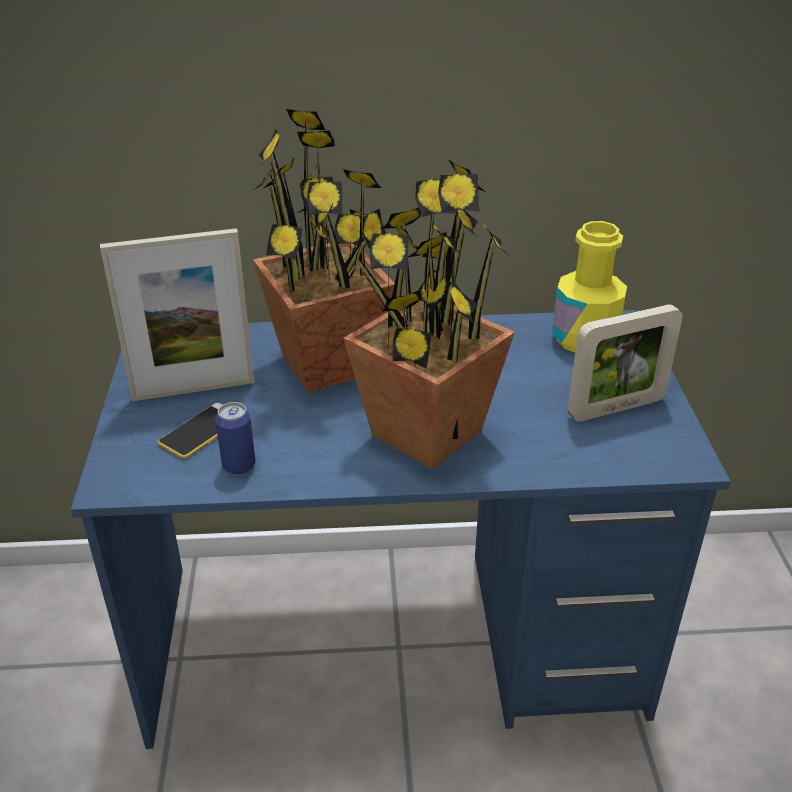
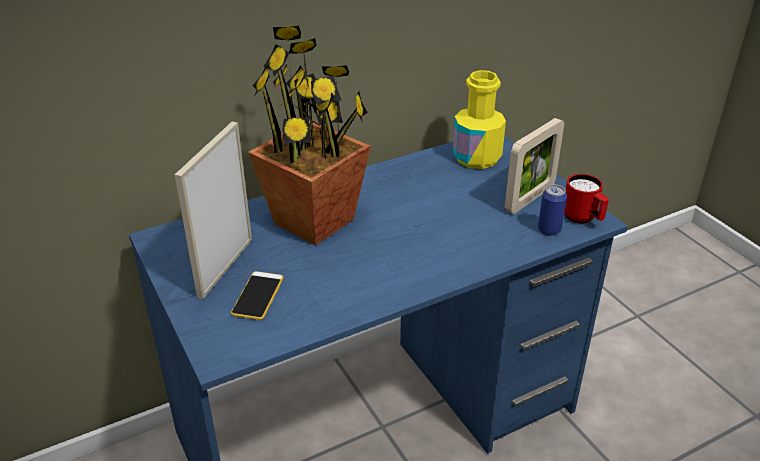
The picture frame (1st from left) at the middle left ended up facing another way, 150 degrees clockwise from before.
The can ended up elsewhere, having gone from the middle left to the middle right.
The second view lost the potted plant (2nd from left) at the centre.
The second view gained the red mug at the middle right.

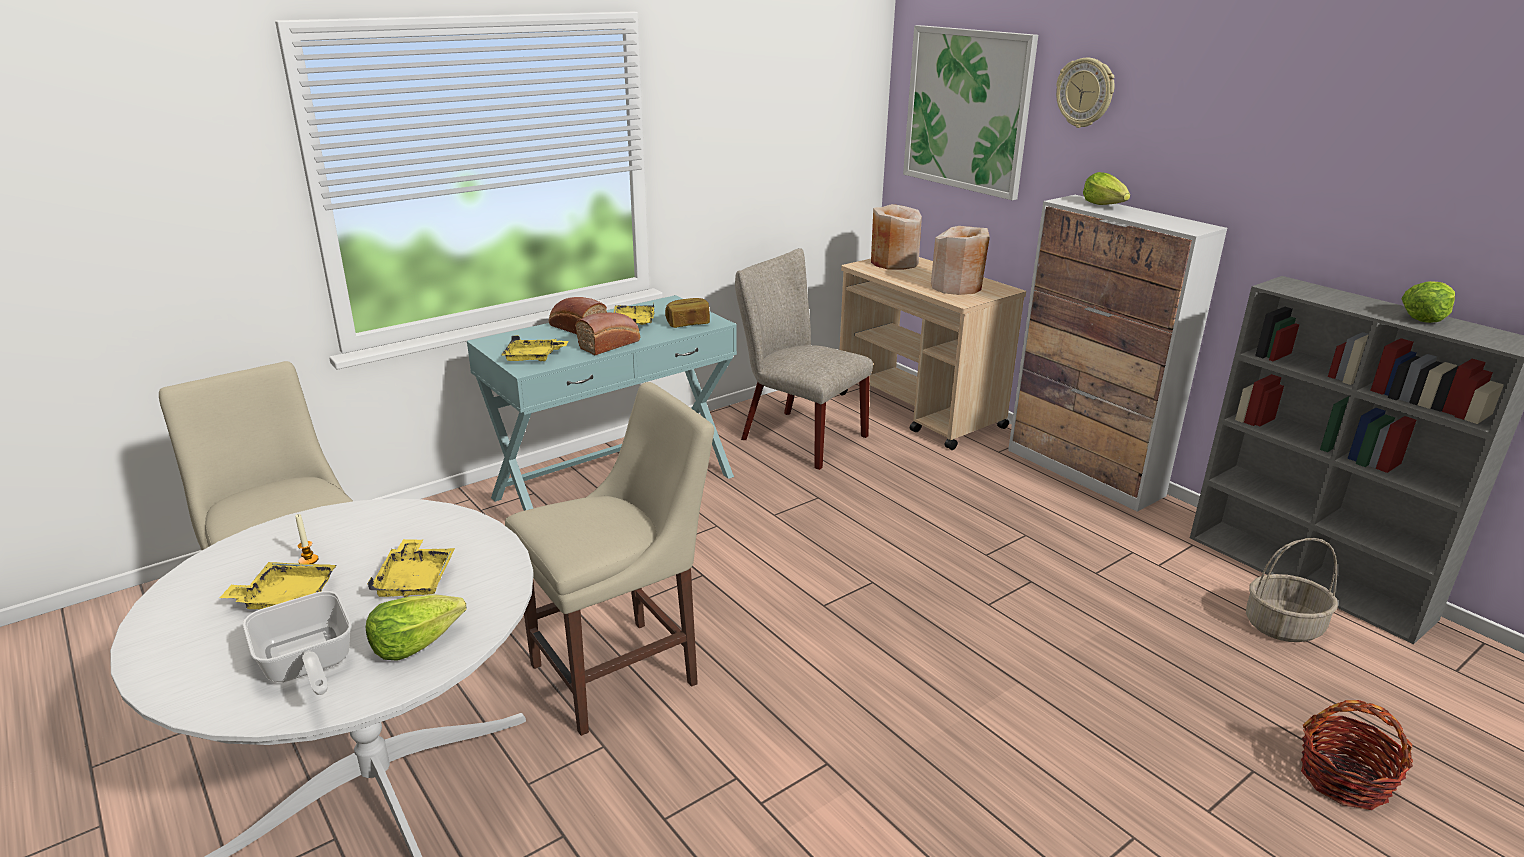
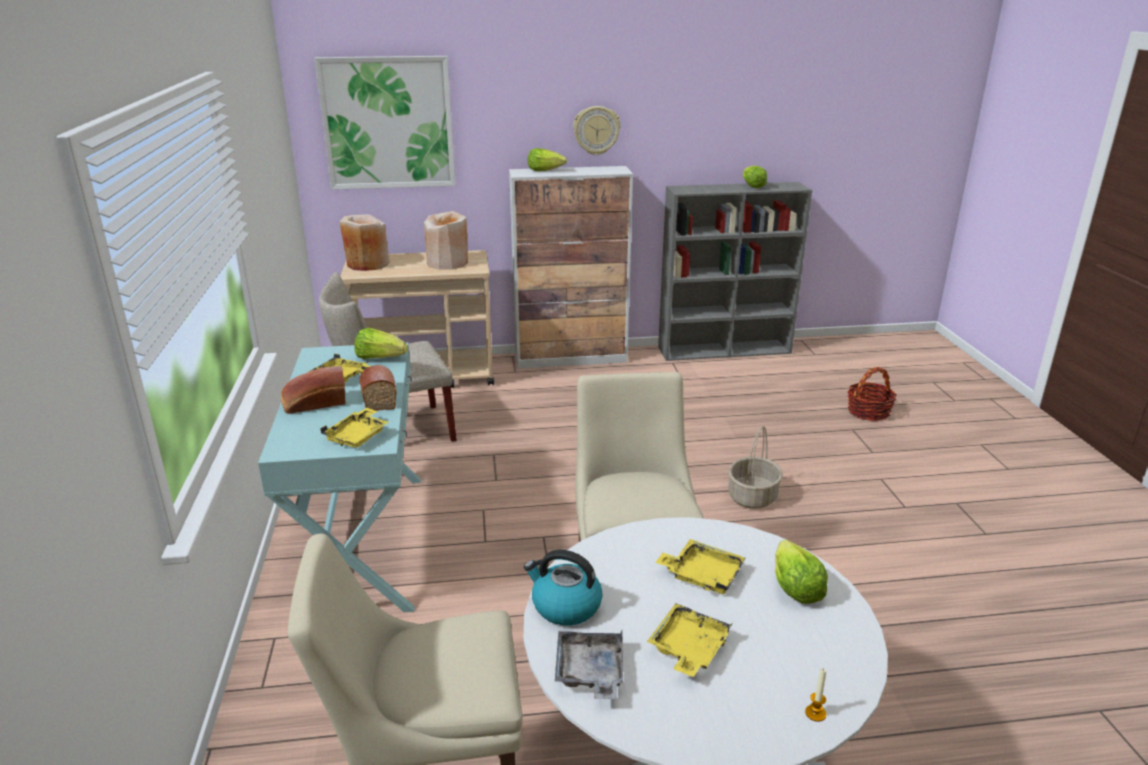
The second view lost the frying pan at the bottom left.
The candle ended up elsewhere, having gone from the middle left to the bottom right.
Where the bread (3rd from left) stood at the centre, the lettuce (1st from left) came to stand at the middle left.
The wall clock ended up elsewhere, having gone from the top right to the top centre.
The basket (1st from left) ended up elsewhere, having gone from the bottom right to the centre.
The second view gained the kettle at the bottom centre.
The second view gained the grey tray at the bottom centre.

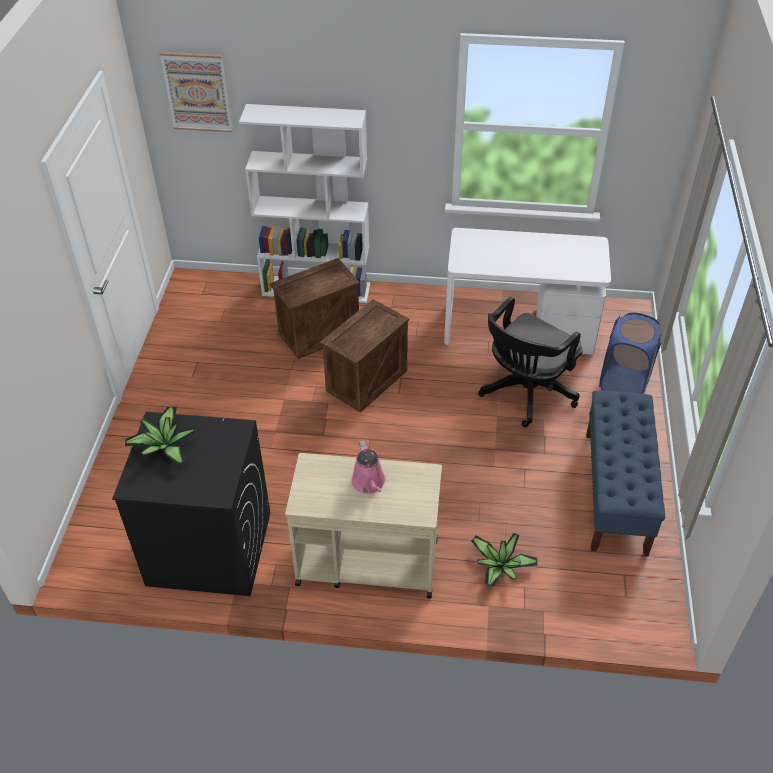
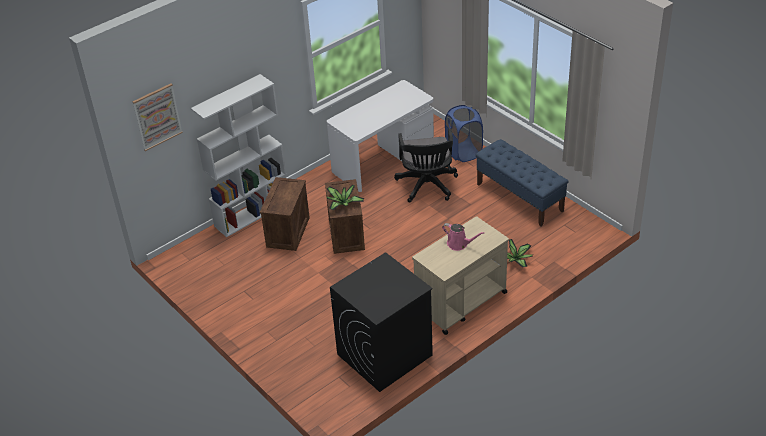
The potted plant (1st from left) ended up elsewhere, having gone from the middle left to the centre.

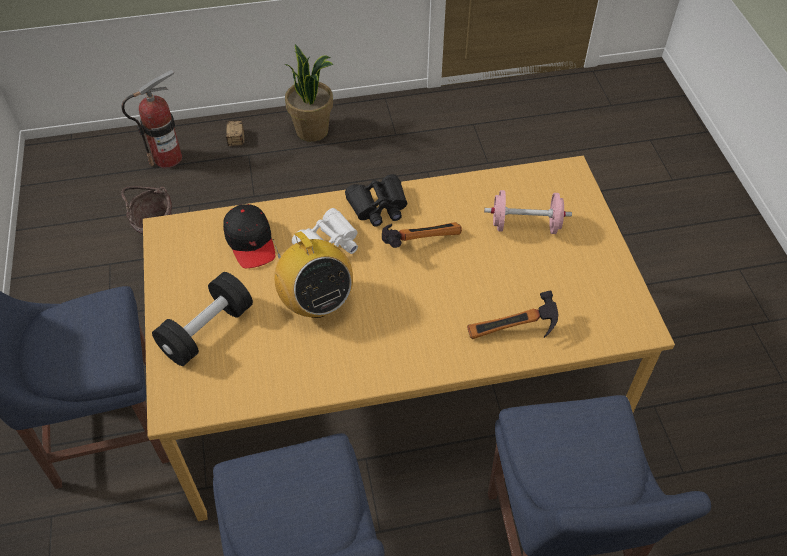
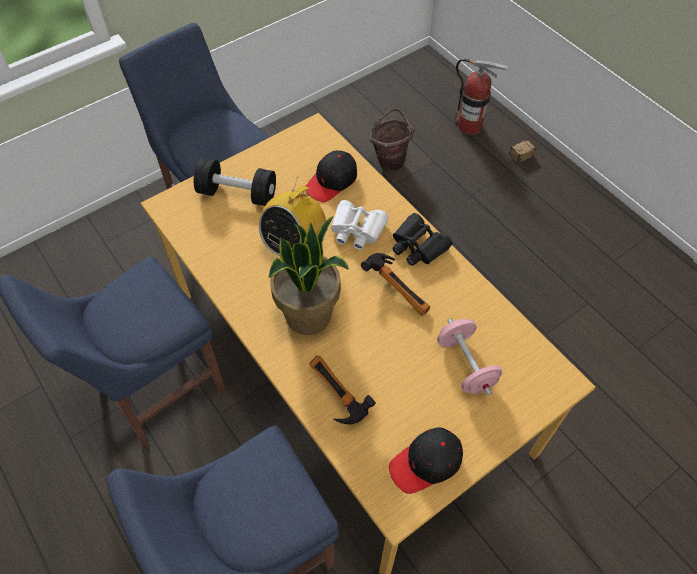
The potted plant ended up elsewhere, having gone from the top centre to the centre.
The second view gained the black cap (2nd from left) at the bottom centre.

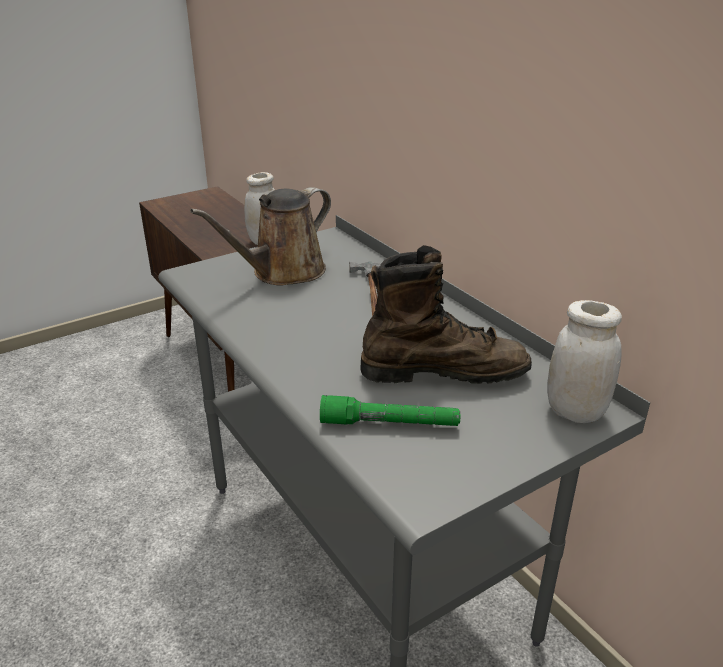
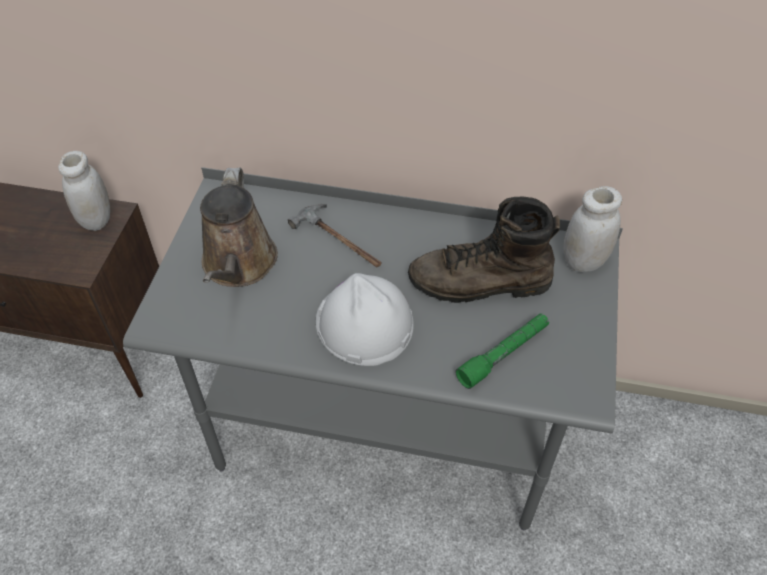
The brown boot at the centre ended up facing another way, 135 degrees counterclockwise from before.
The second view gained the white hard hat at the centre.

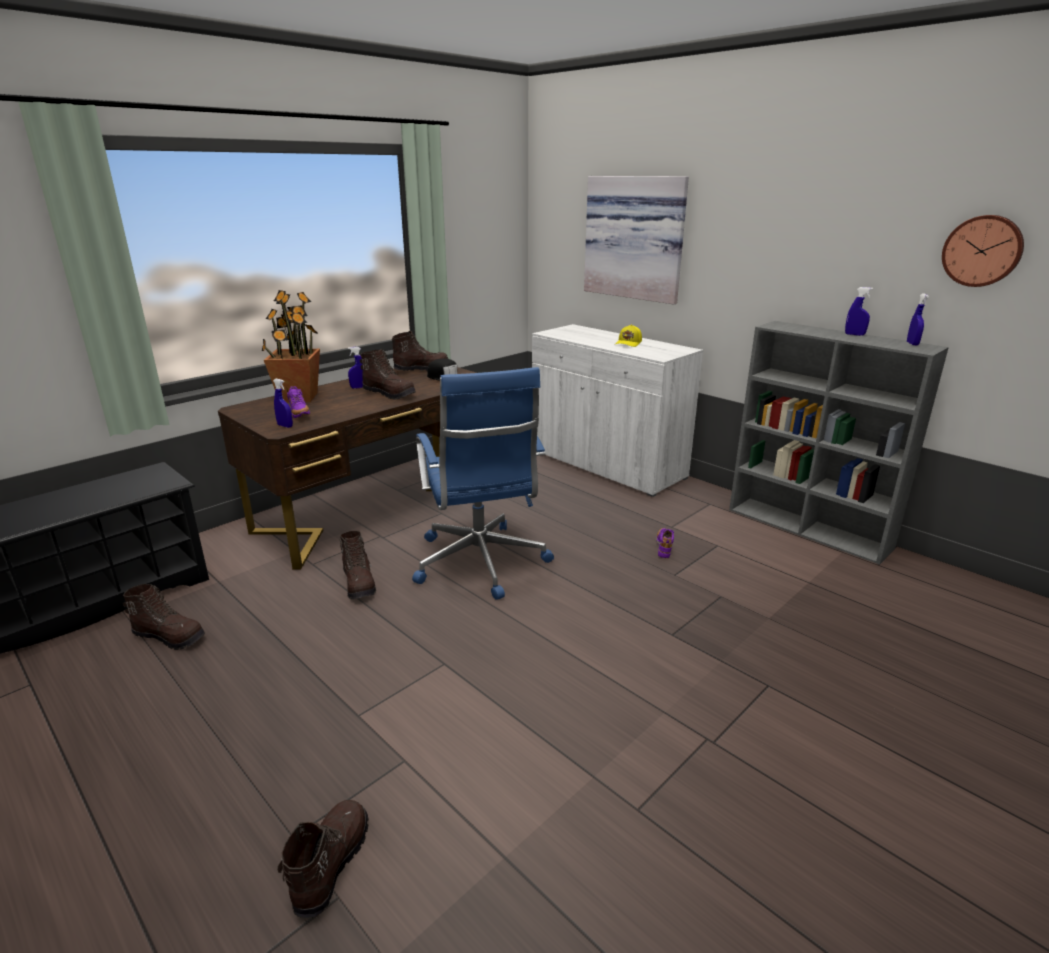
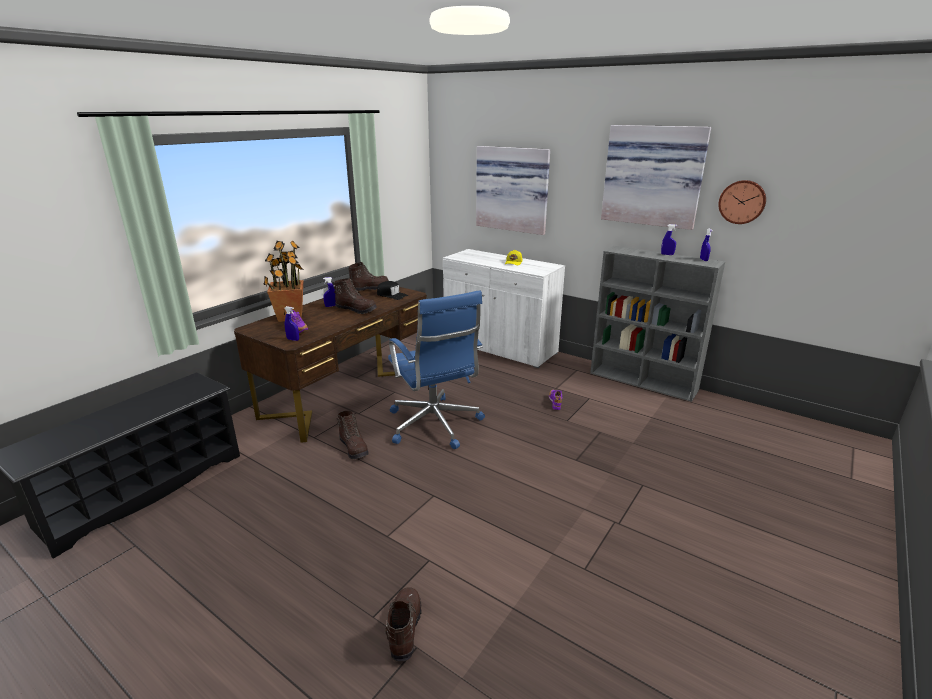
The second view lost the brown boot (1st from left) at the middle left.
The second view gained the picture (2nd from left) at the top right.

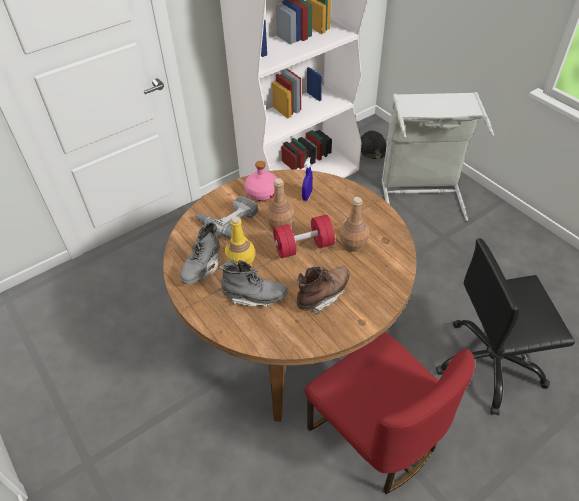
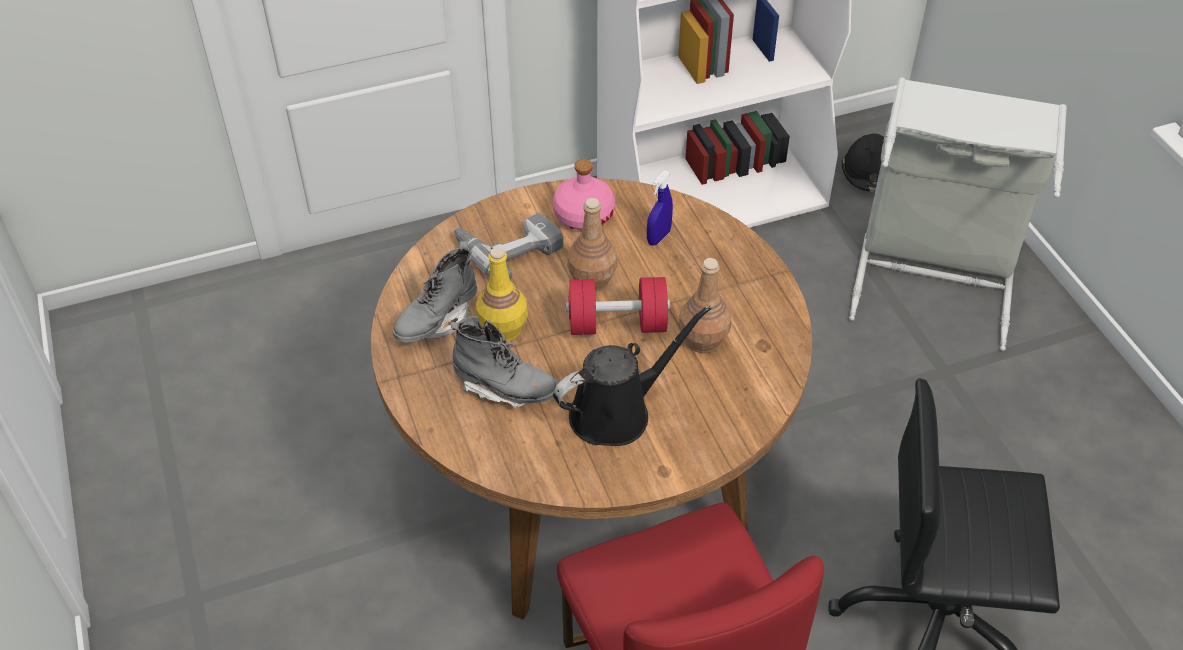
Where the brown boot stood at the centre, the black watering can came to stand at the centre.

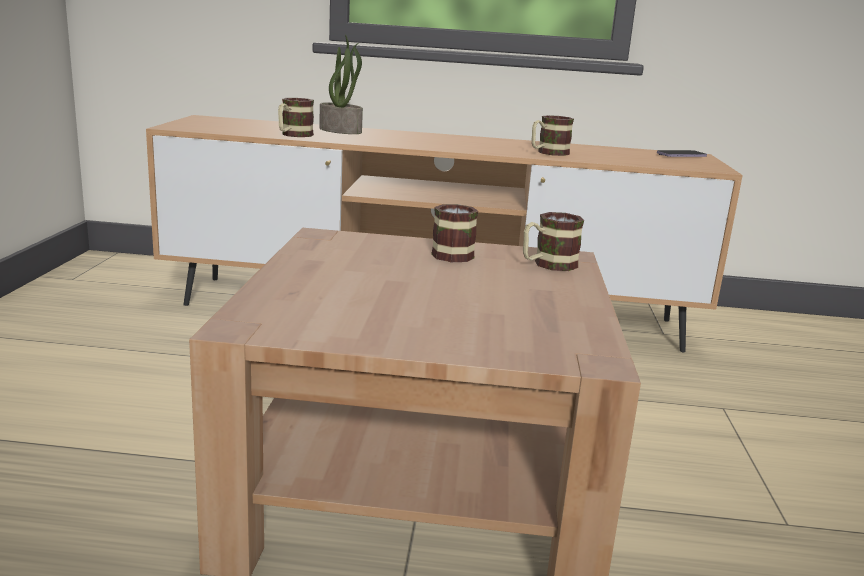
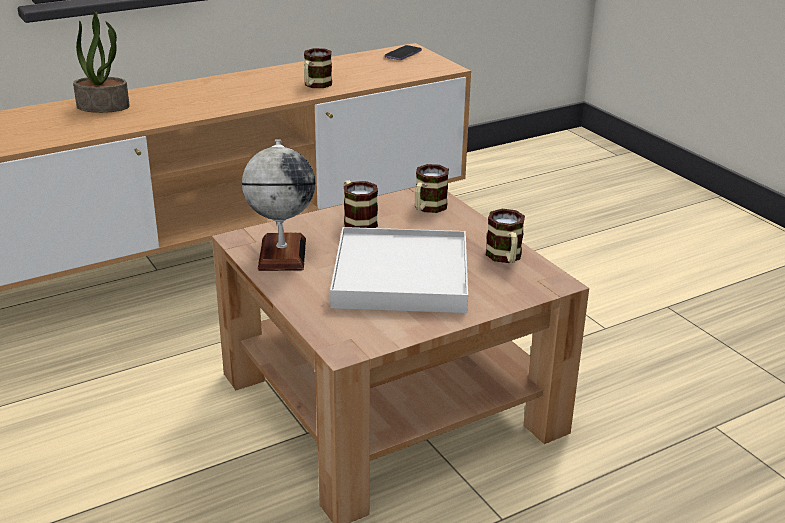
The mug (1st from left in the first image) ended up elsewhere, having gone from the top centre to the centre.
The second view gained the globe at the centre.
The second view gained the white tray at the centre.

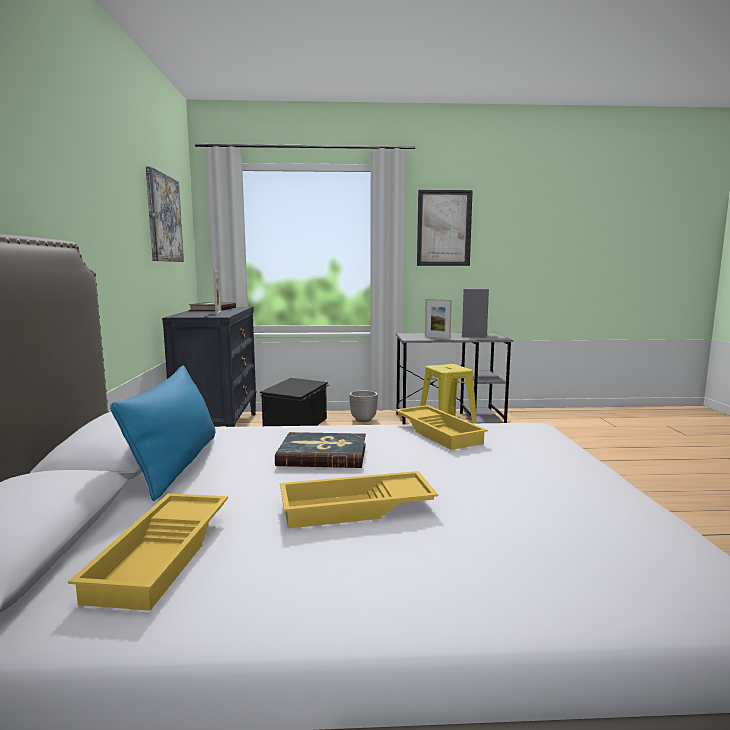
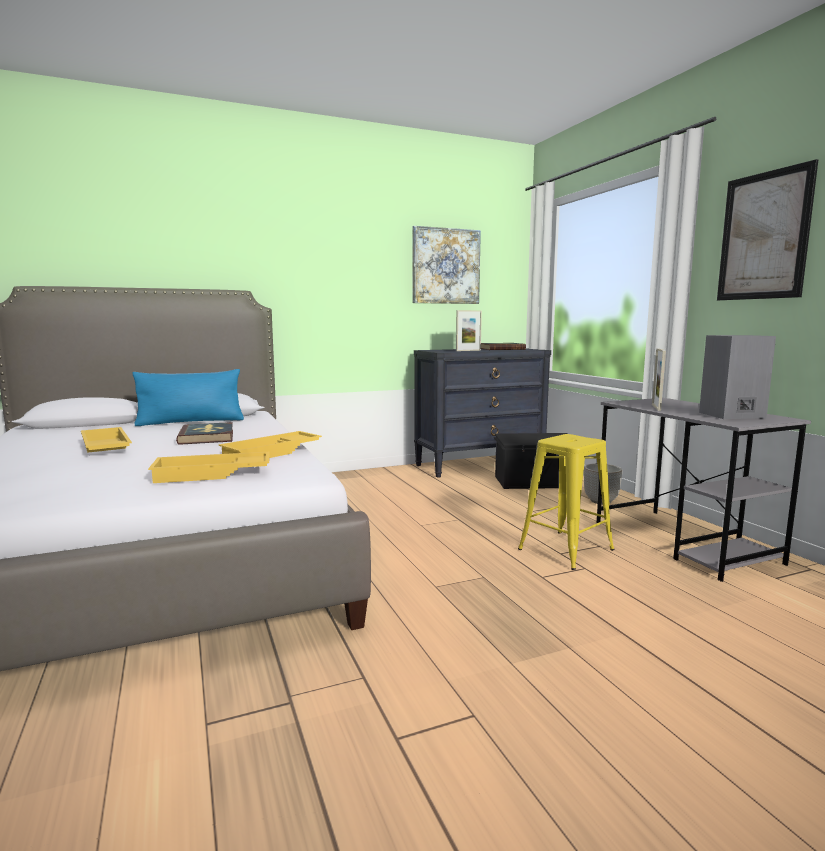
The yellow tray (1st from left in the first image) ended up elsewhere, having gone from the bottom left to the middle left.

